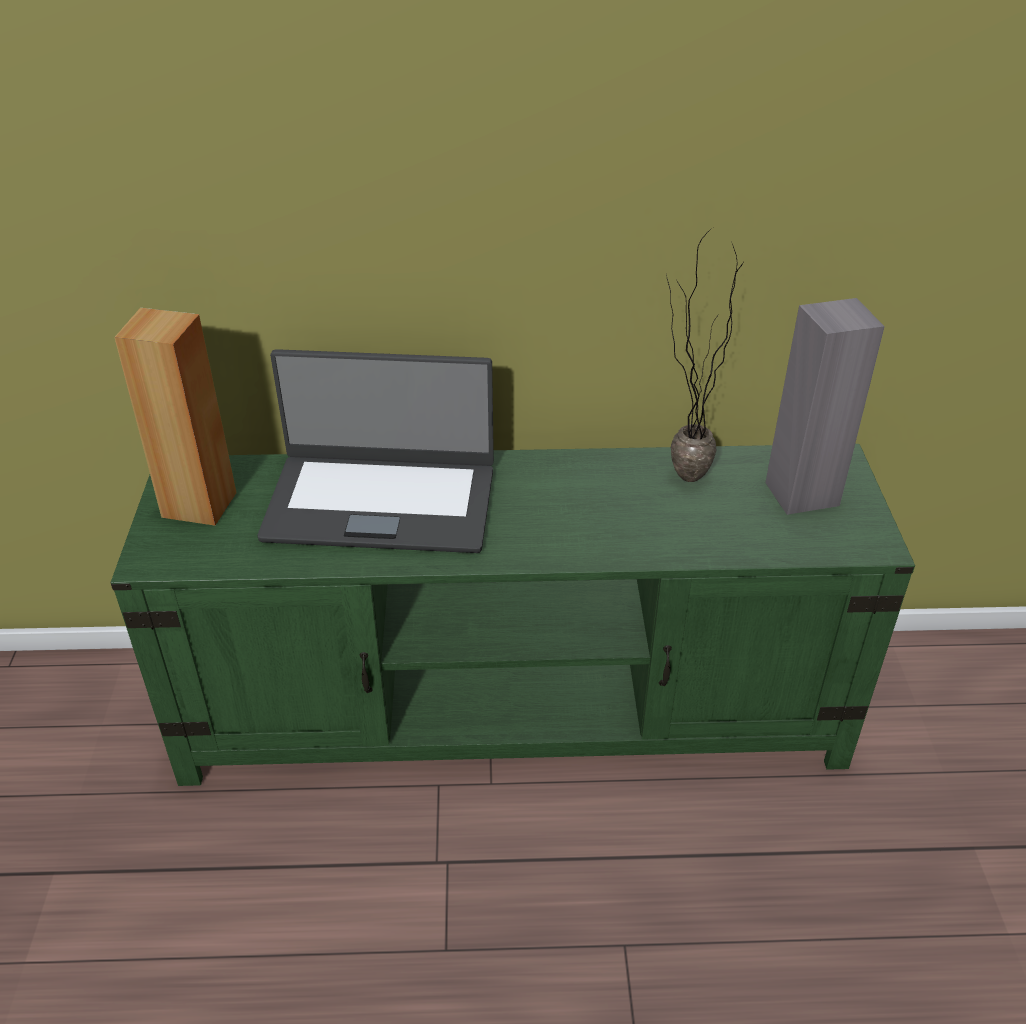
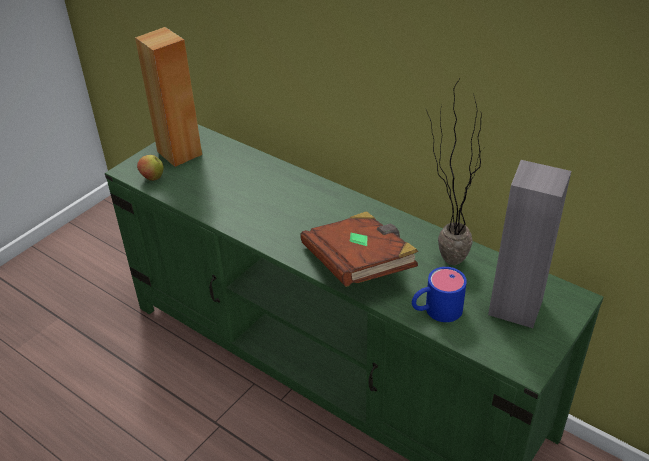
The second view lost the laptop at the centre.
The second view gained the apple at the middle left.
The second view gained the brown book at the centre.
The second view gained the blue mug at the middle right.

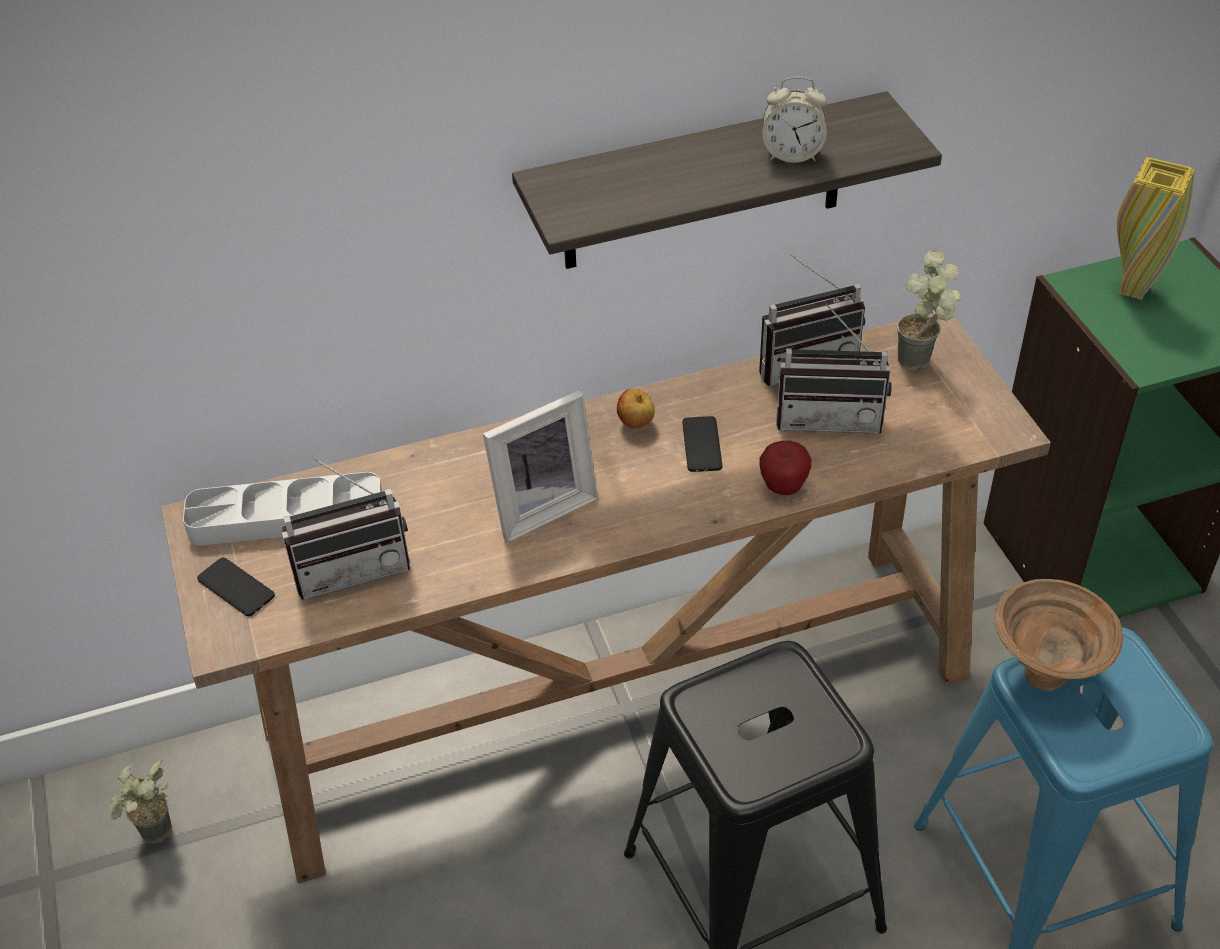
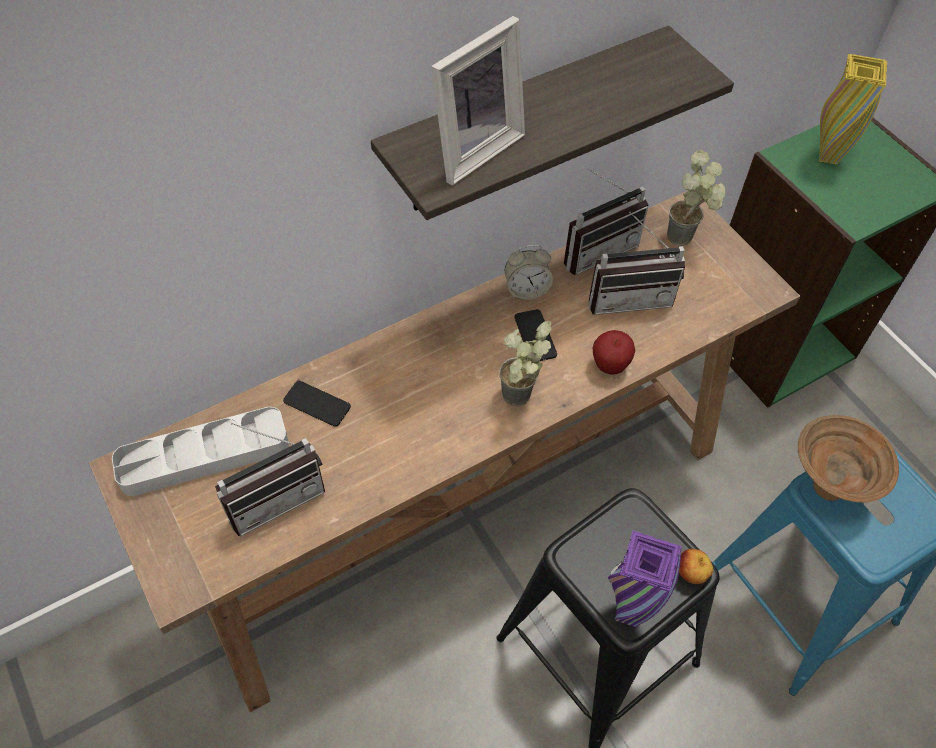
The potted plant (1st from left) ended up elsewhere, having gone from the bottom left to the centre.
The phone (1st from left) ended up elsewhere, having gone from the middle left to the centre.
The picture frame ended up elsewhere, having gone from the centre to the top centre.
The apple (1st from left in the first image) ended up elsewhere, having gone from the centre to the bottom right.
The alarm clock ended up elsewhere, having gone from the top centre to the centre.
The second view gained the purple vase at the bottom right.

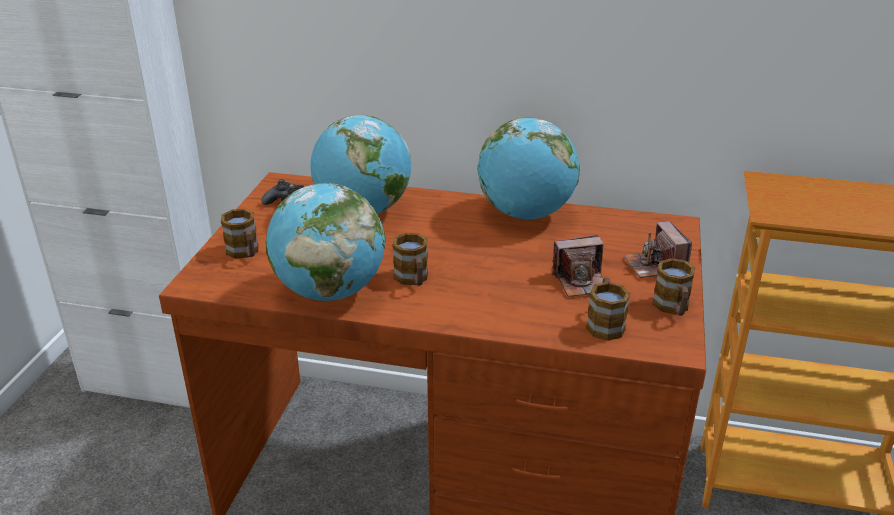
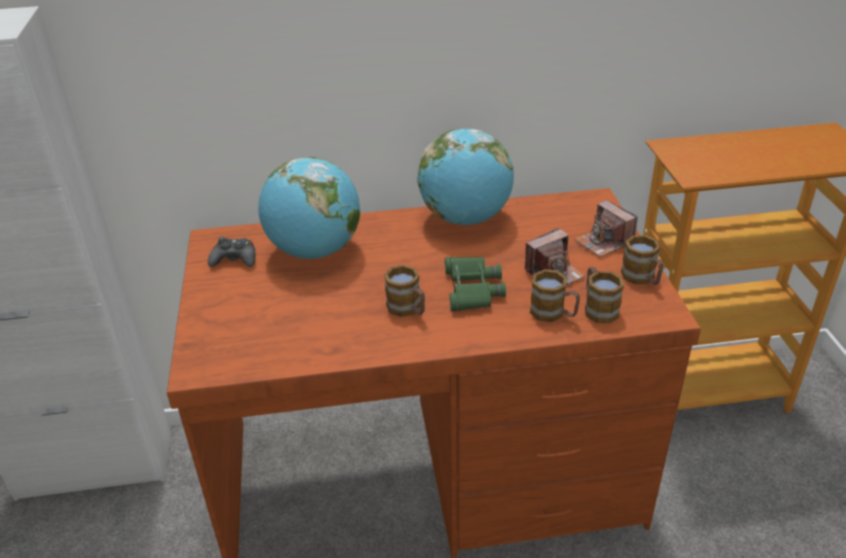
The mug (1st from left in the first image) ended up elsewhere, having gone from the middle left to the centre.
The second view lost the globe (1st from left) at the centre.
The second view gained the green binoculars at the centre.

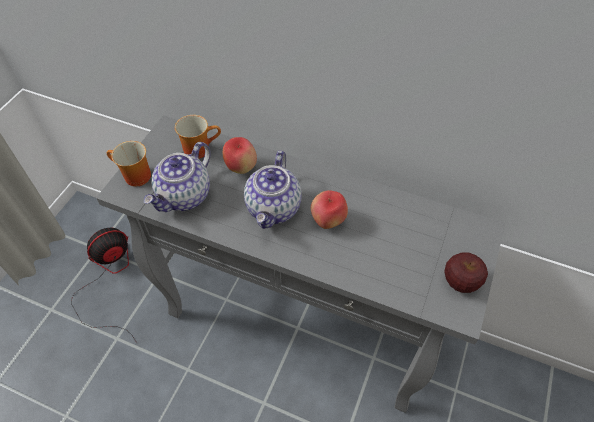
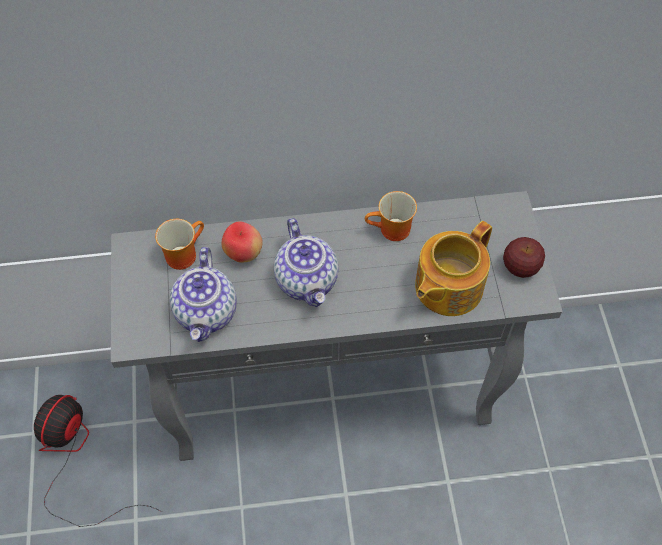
The mug (1st from left in the first image) ended up elsewhere, having gone from the middle left to the centre.
The second view lost the apple (2nd from left) at the centre.
The second view gained the teapot (3rd from left) at the middle right.

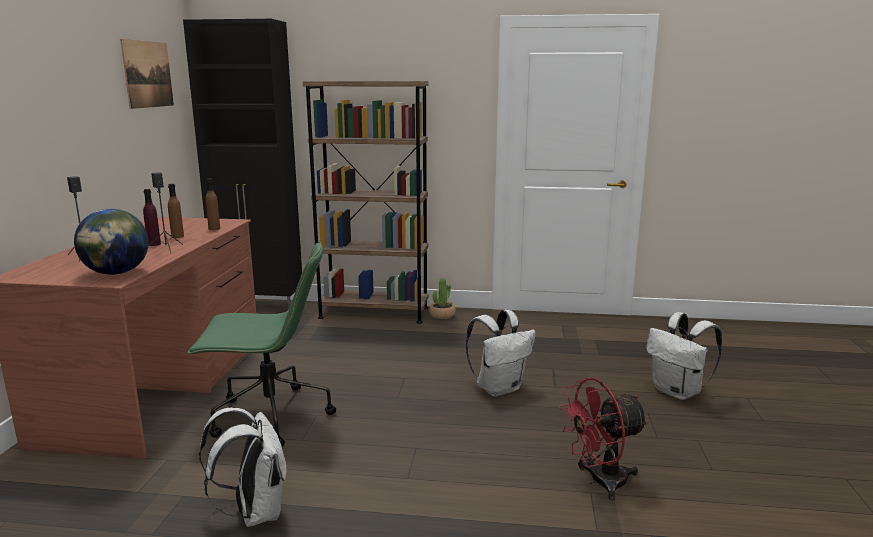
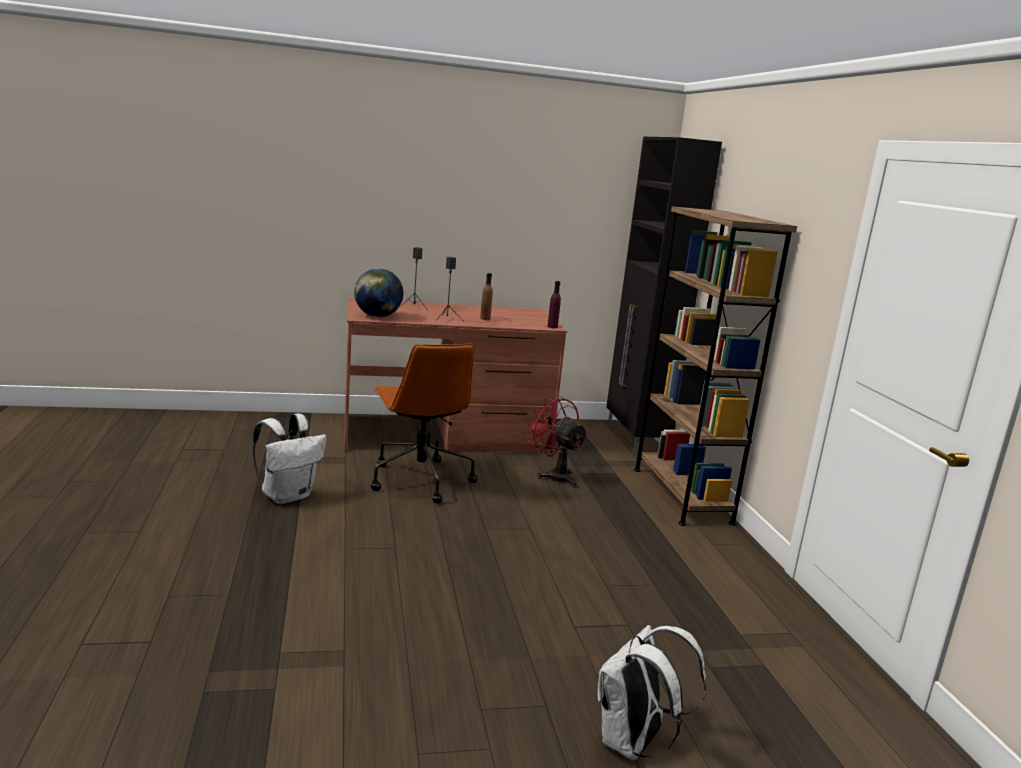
The second view lost the picture at the top left.
The purple bottle ended up elsewhere, having gone from the middle left to the centre.
What was the green office chair at the middle left turned into the brown office chair at the centre.
The second view lost the brown bottle (2nd from left) at the middle left.
The second view lost the potted plant at the centre.
The second view lost the white backpack (2nd from left) at the centre.
The red fan ended up elsewhere, having gone from the bottom right to the centre.

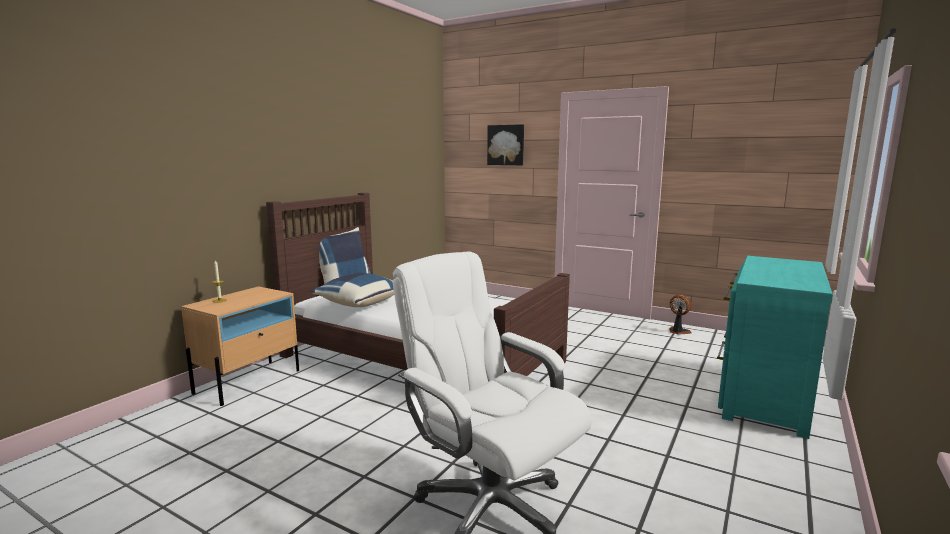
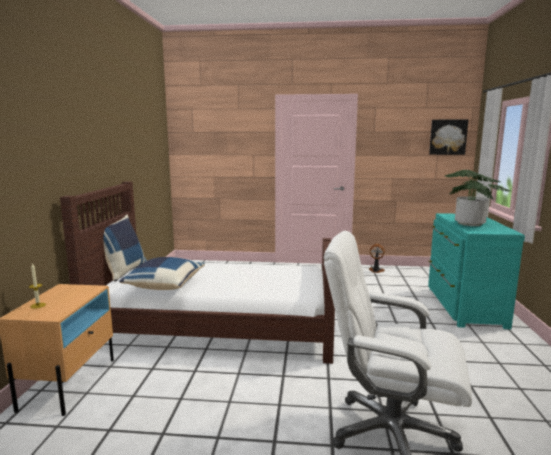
The picture ended up elsewhere, having gone from the top centre to the top right.
The second view gained the potted plant at the middle right.

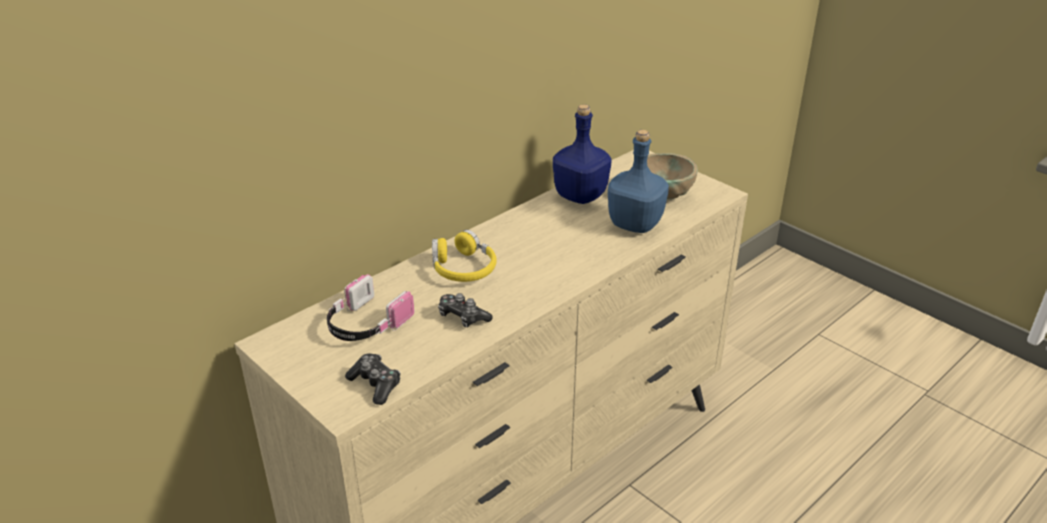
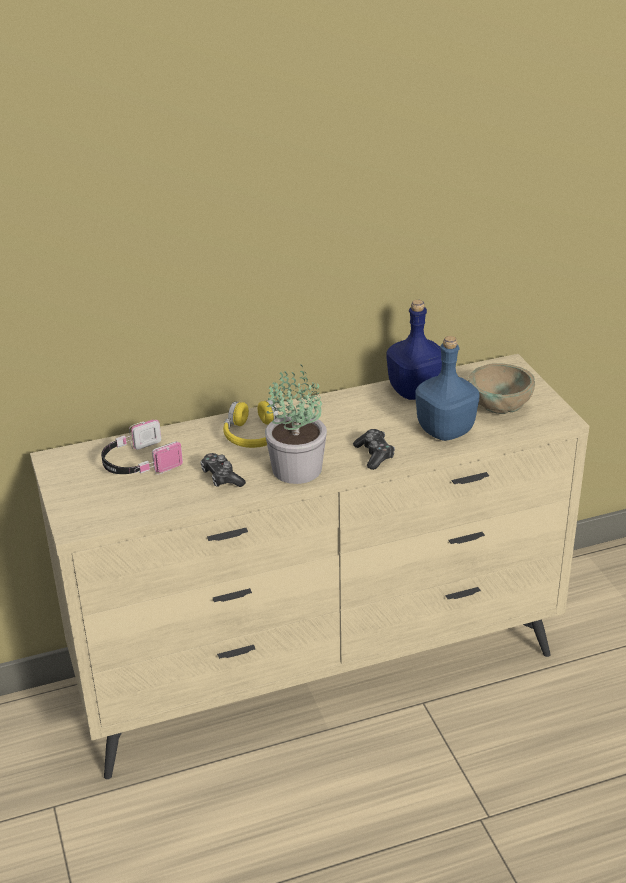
The game controller (1st from left in the first image) ended up elsewhere, having gone from the bottom centre to the centre.
The second view gained the potted plant at the centre.

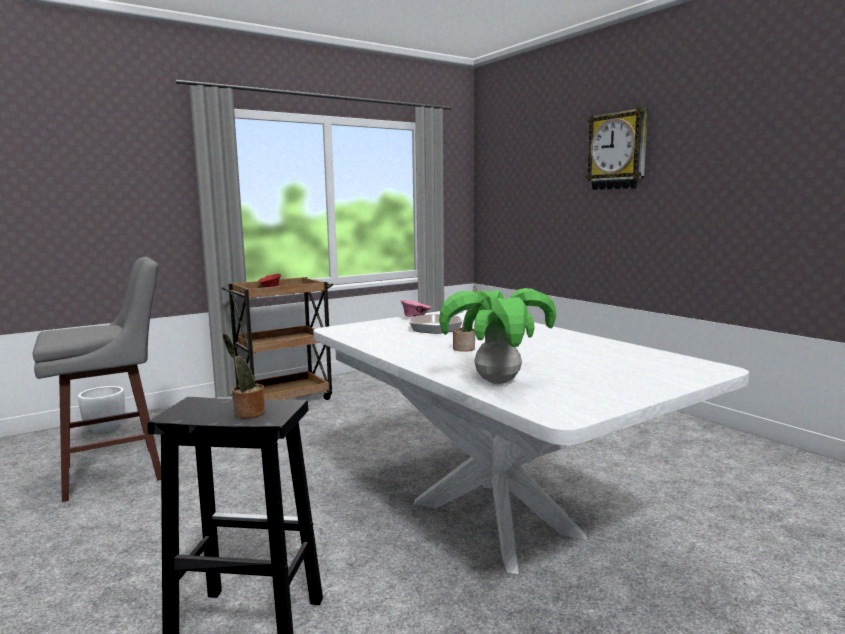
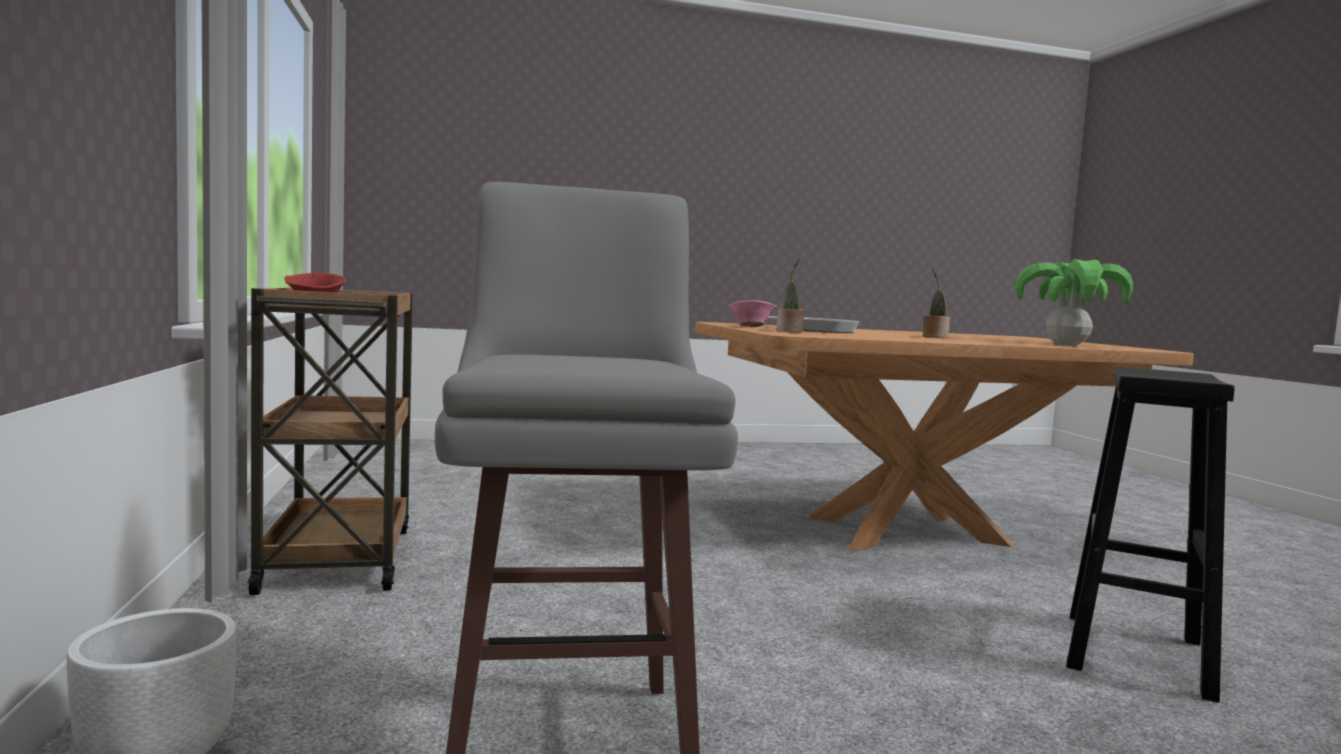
The potted plant (1st from left) ended up elsewhere, having gone from the middle left to the centre.
What was the white dining table at the bottom centre turned into the brown dining table at the middle right.
The second view lost the wall clock at the top right.

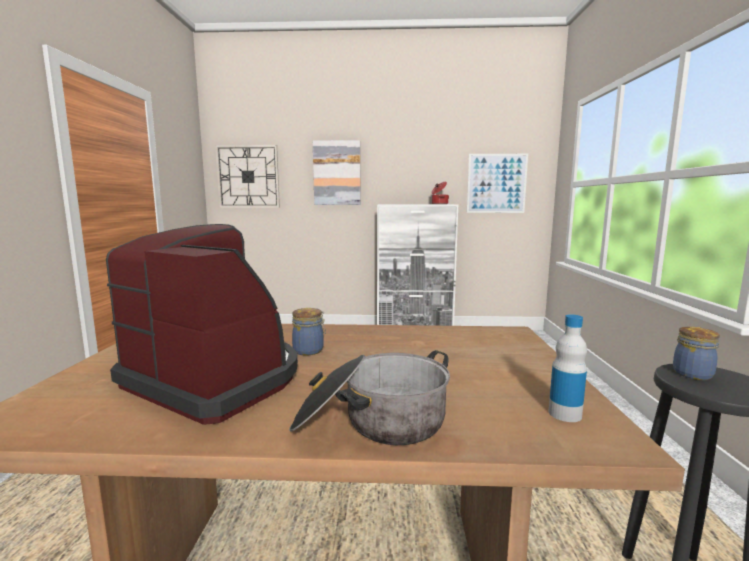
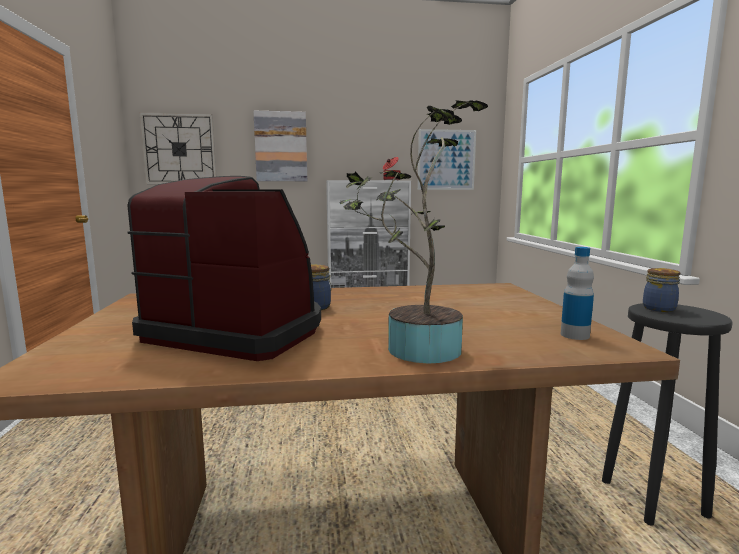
Where the cooking pot (1st from left) stood at the bottom centre, the potted plant came to stand at the centre.

